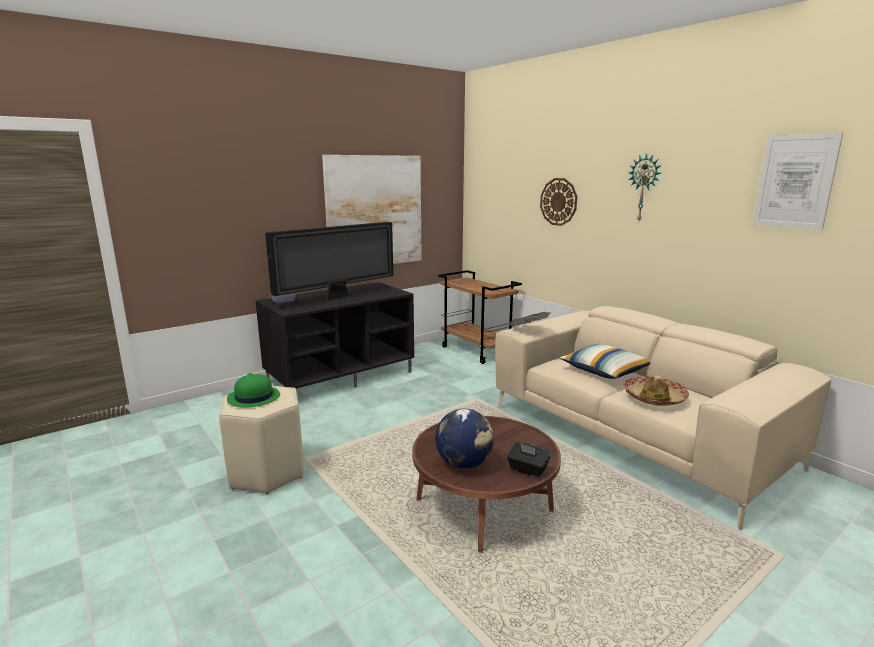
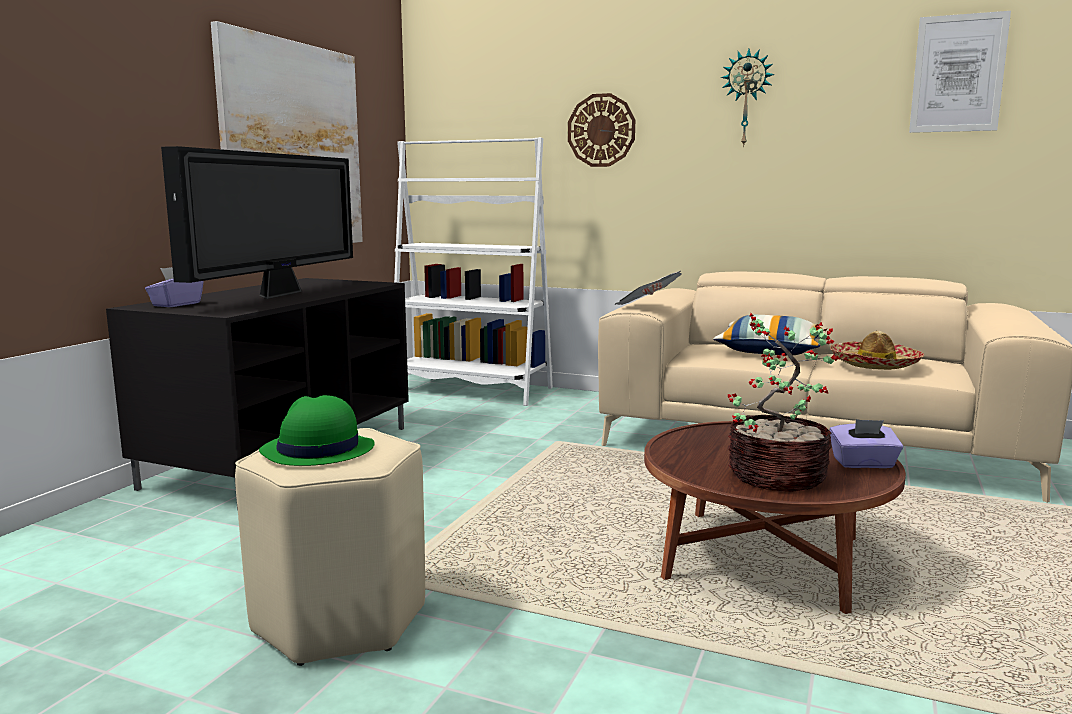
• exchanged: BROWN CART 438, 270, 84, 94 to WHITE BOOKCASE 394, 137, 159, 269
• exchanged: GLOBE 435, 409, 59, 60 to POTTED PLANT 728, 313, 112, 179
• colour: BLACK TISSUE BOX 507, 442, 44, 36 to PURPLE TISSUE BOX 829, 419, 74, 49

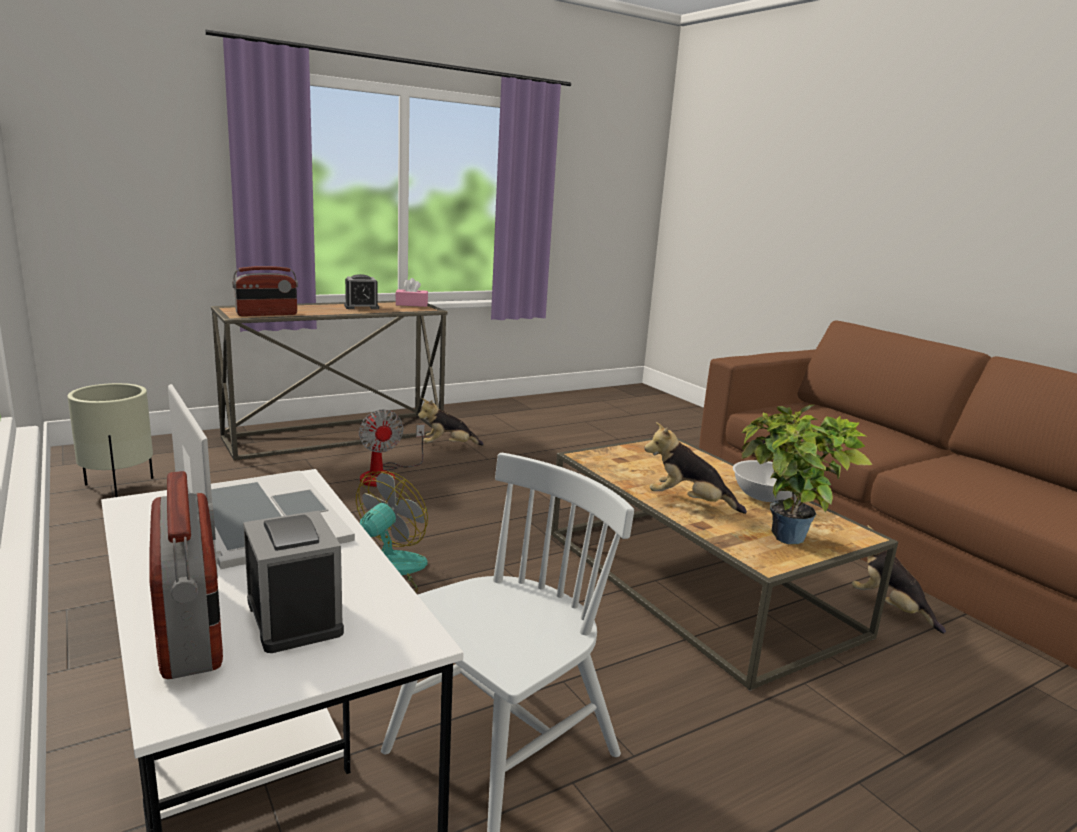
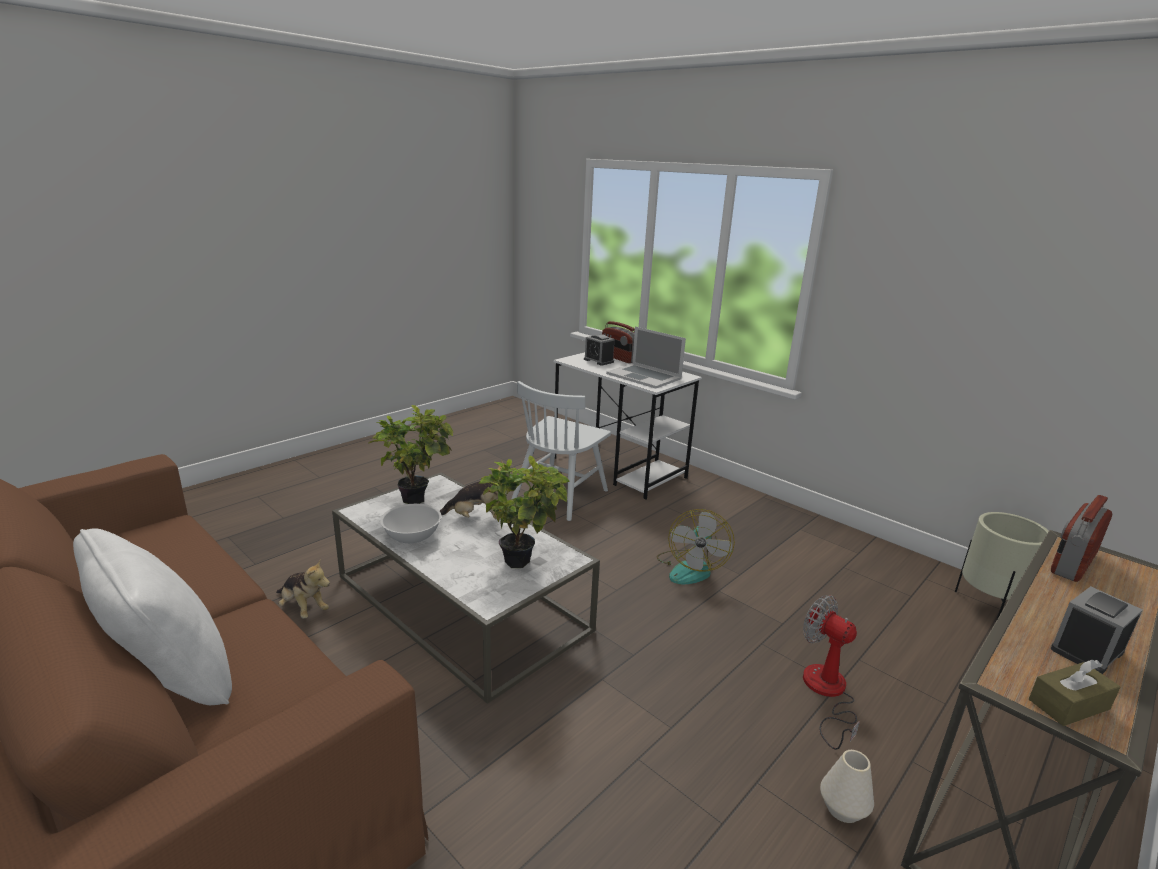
• appeared: WHITE PILLOW 73, 528, 159, 177
• colour: BROWN COFFEE TABLE 551, 438, 347, 253 to WHITE COFFEE TABLE 332, 473, 268, 231
• appeared: POTTED PLANT 479, 455, 91, 113
• exchanged: PLUSH TOY 418, 398, 66, 48 to WHITE VASE 820, 750, 54, 73
• colour: PINK TISSUE BOX 395, 278, 33, 29 to BROWN TISSUE BOX 1029, 660, 92, 66

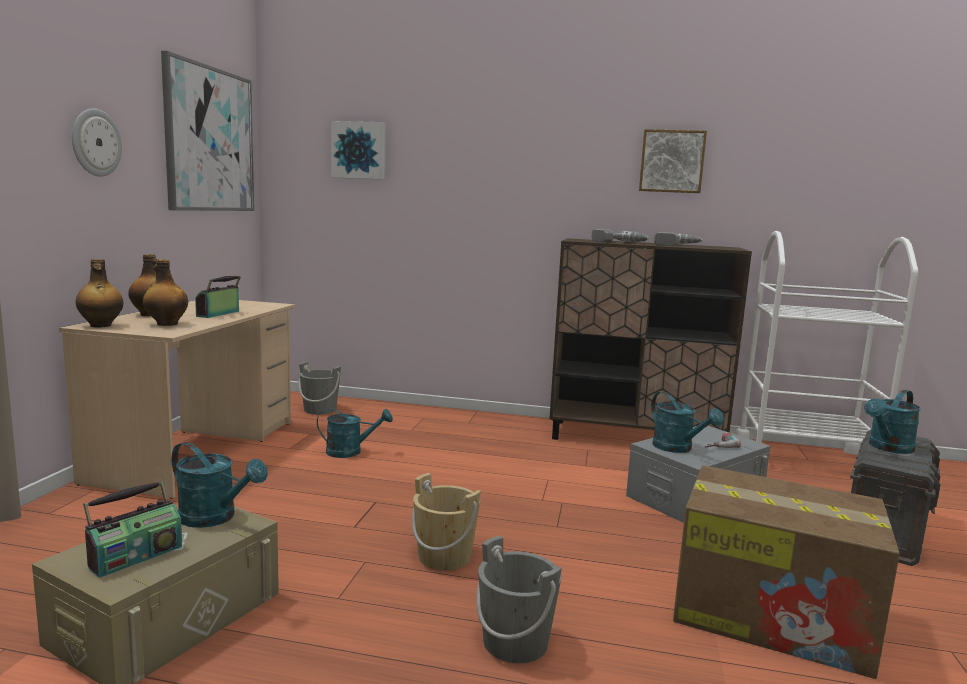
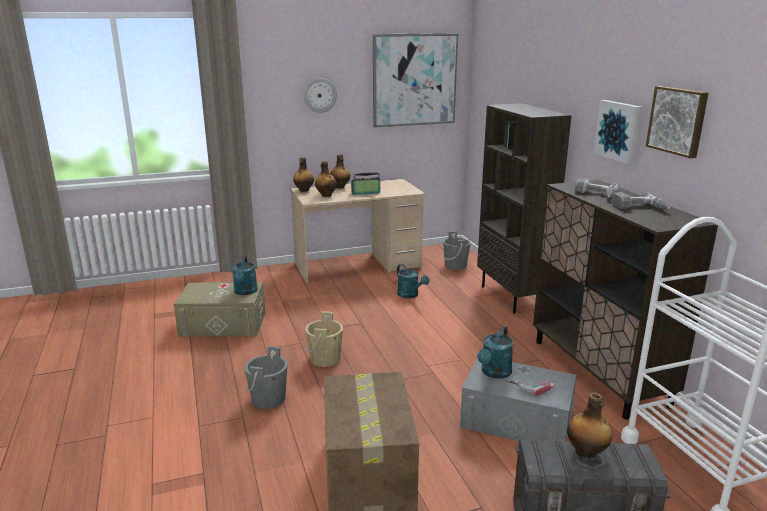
• appeared: BROWN BOOKCASE 477, 103, 95, 211
• exchanged: TURQUOISE WATERING CAN 864, 390, 57, 64 to BOTTLE 567, 392, 45, 67
• relocated: PICTURE 331, 121, 55, 59 to 594, 100, 49, 64
• missing: RADIO 83, 481, 99, 97

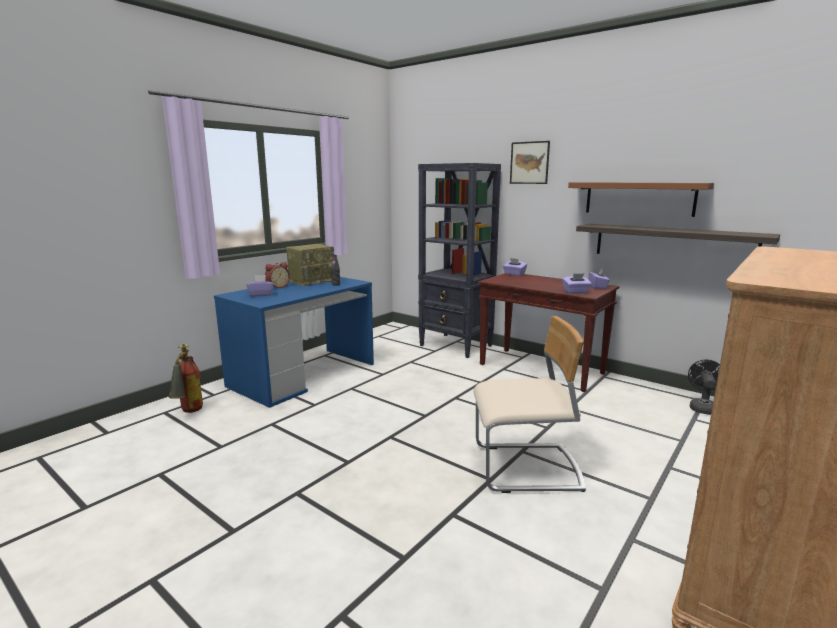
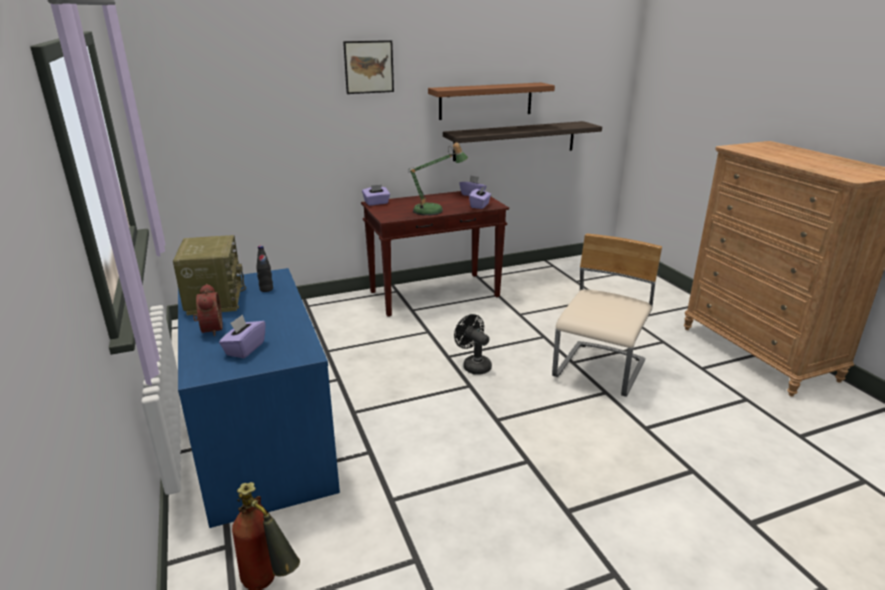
• appeared: TABLE LAMP 408, 142, 60, 74
• relocated: BLACK FAN 688, 360, 32, 55 to 454, 314, 38, 61
• missing: BLACK BOOKCASE 418, 163, 83, 195

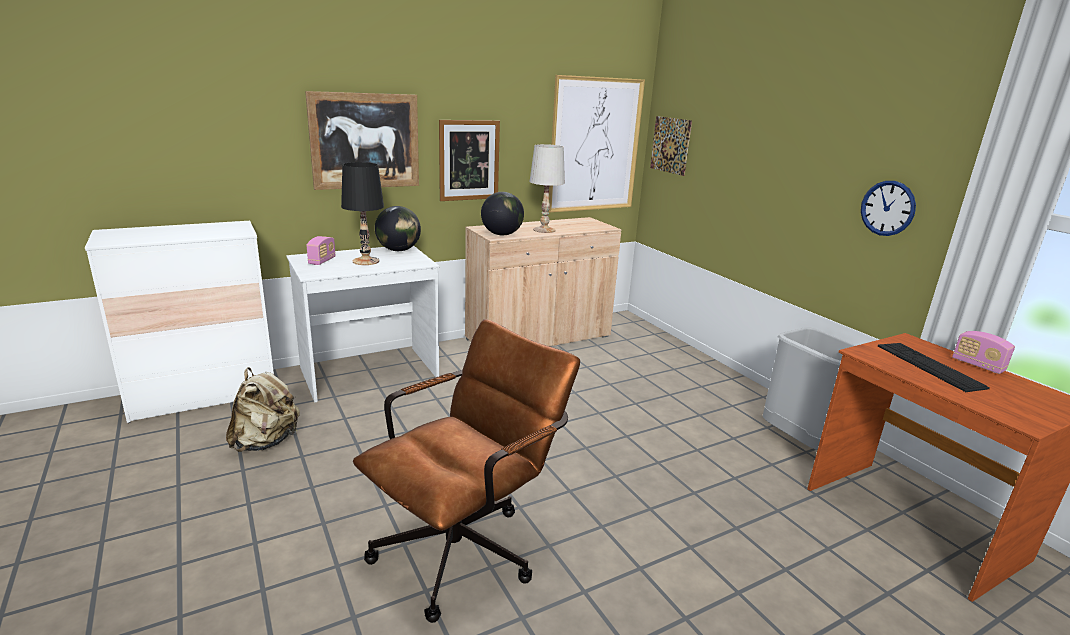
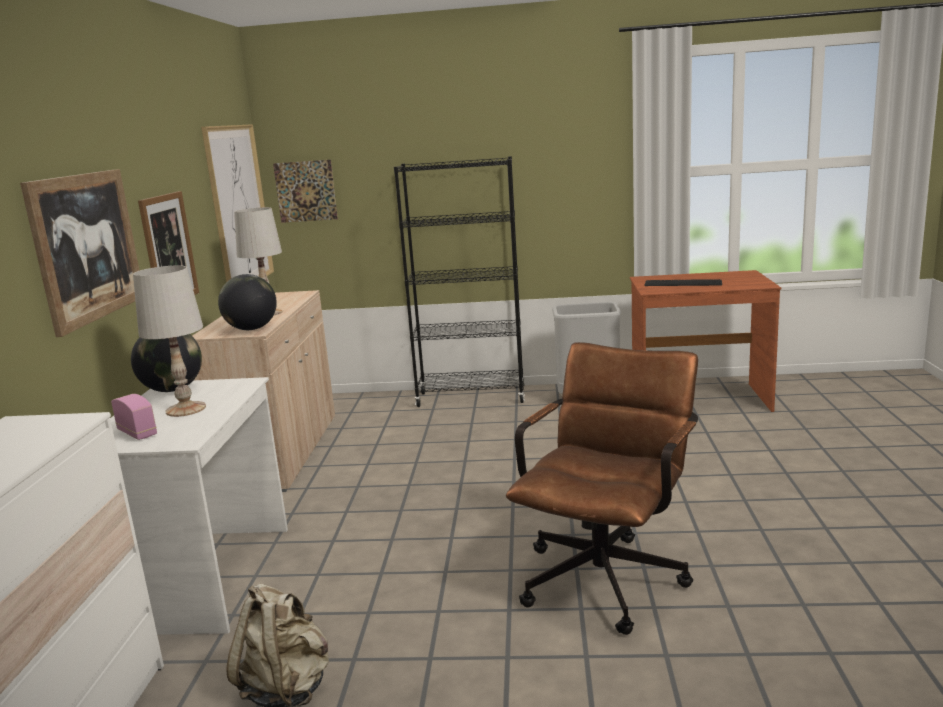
• colour: BLACK TABLE LAMP 341, 162, 43, 103 to WHITE TABLE LAMP 133, 265, 73, 152
• appeared: BLACK BOOKCASE 394, 156, 131, 251
• spun: BROWN OFFICE CHAIR 353, 319, 227, 304 = 506, 342, 192, 293 45 degrees clockwise
• missing: WALL CLOCK 861, 181, 55, 55
• missing: RADIO 952, 331, 63, 43

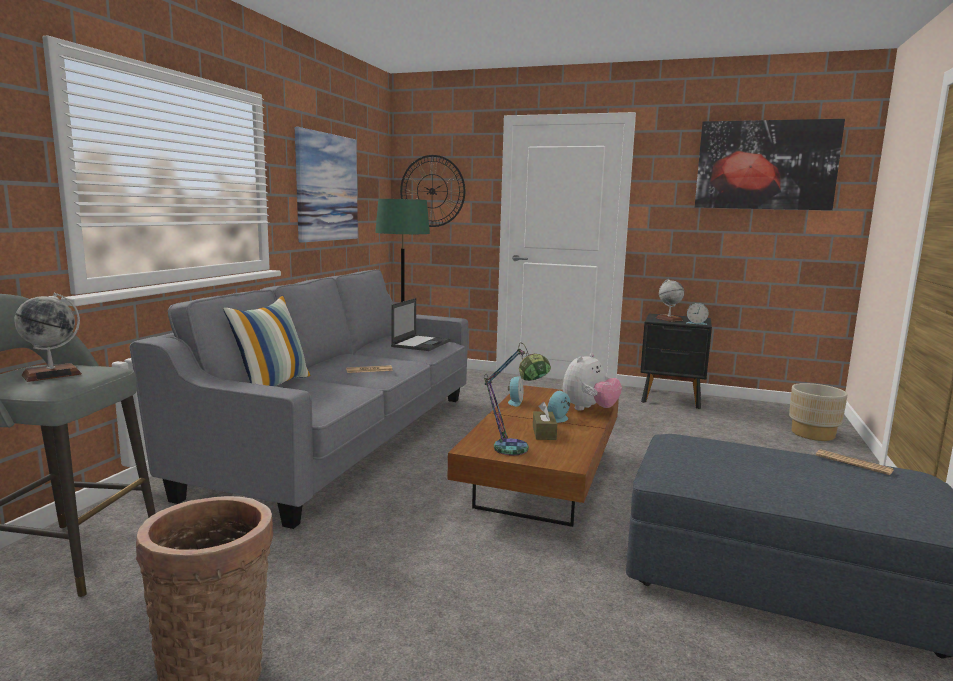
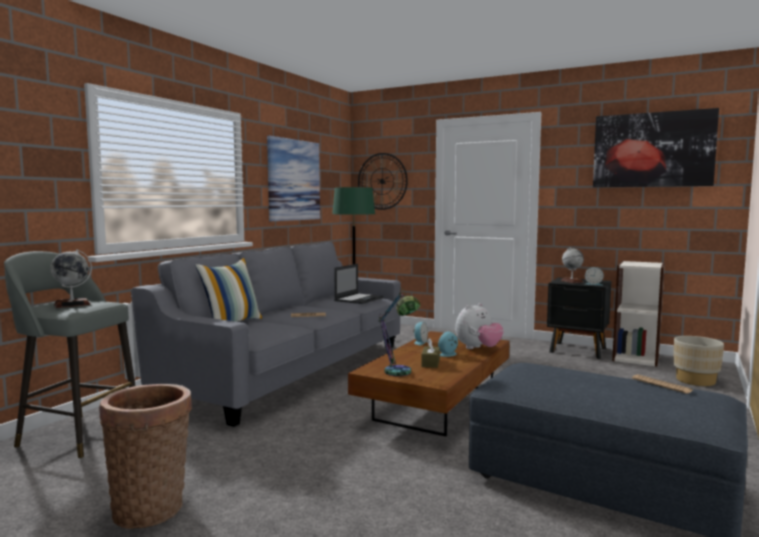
• appeared: BOOKCASE 612, 261, 53, 106

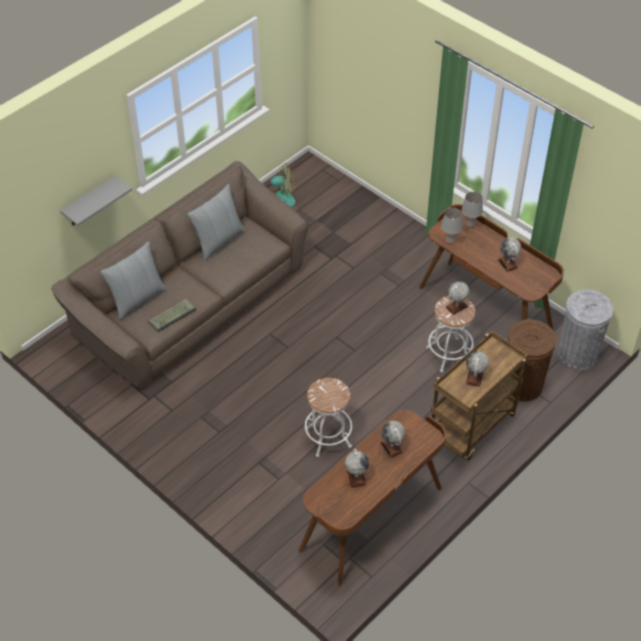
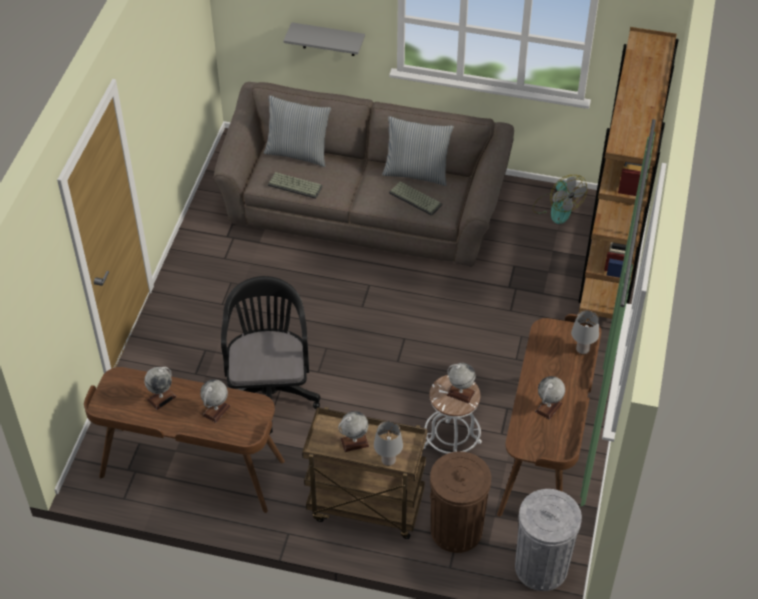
• exchanged: WHITE STOOL 305, 378, 47, 79 to BLACK OFFICE CHAIR 221, 276, 99, 159
• relocated: GREY TABLE LAMP 441, 207, 22, 37 to 374, 421, 29, 45
• appeared: KEYBOARD 389, 182, 53, 34
• appeared: BROWN BOOKCASE 578, 27, 101, 292

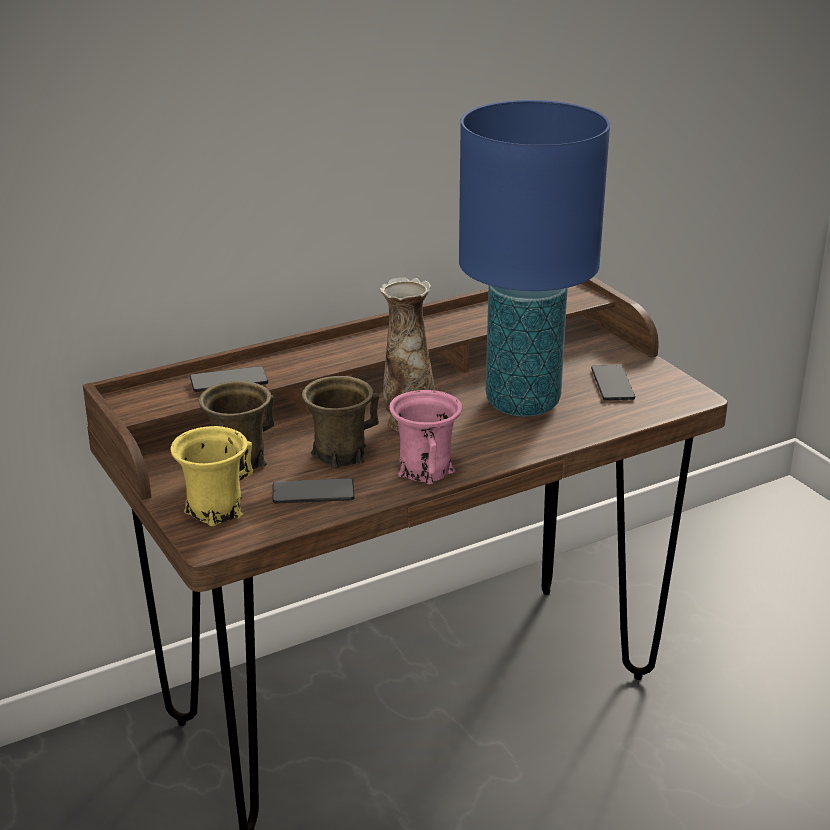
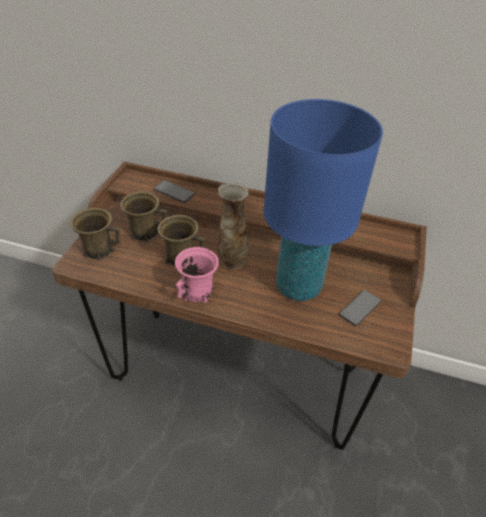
• colour: YELLOW MUG 170, 426, 83, 100 to BROWN MUG 70, 208, 51, 53
• missing: PHONE 273, 478, 81, 26

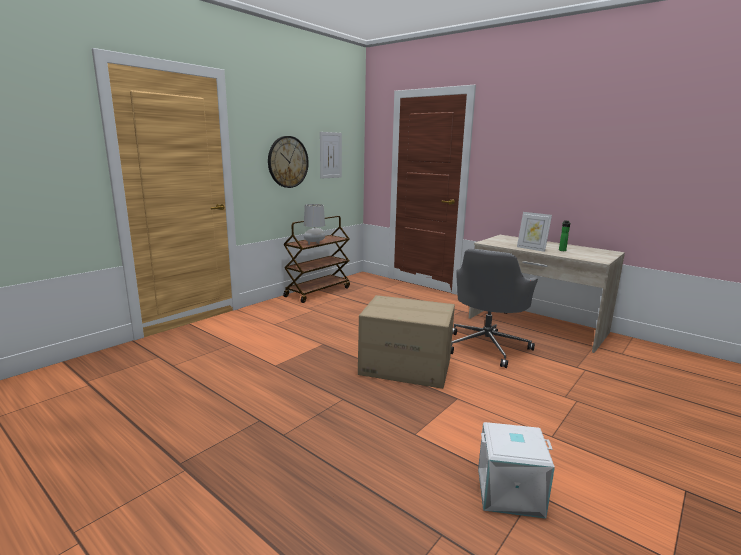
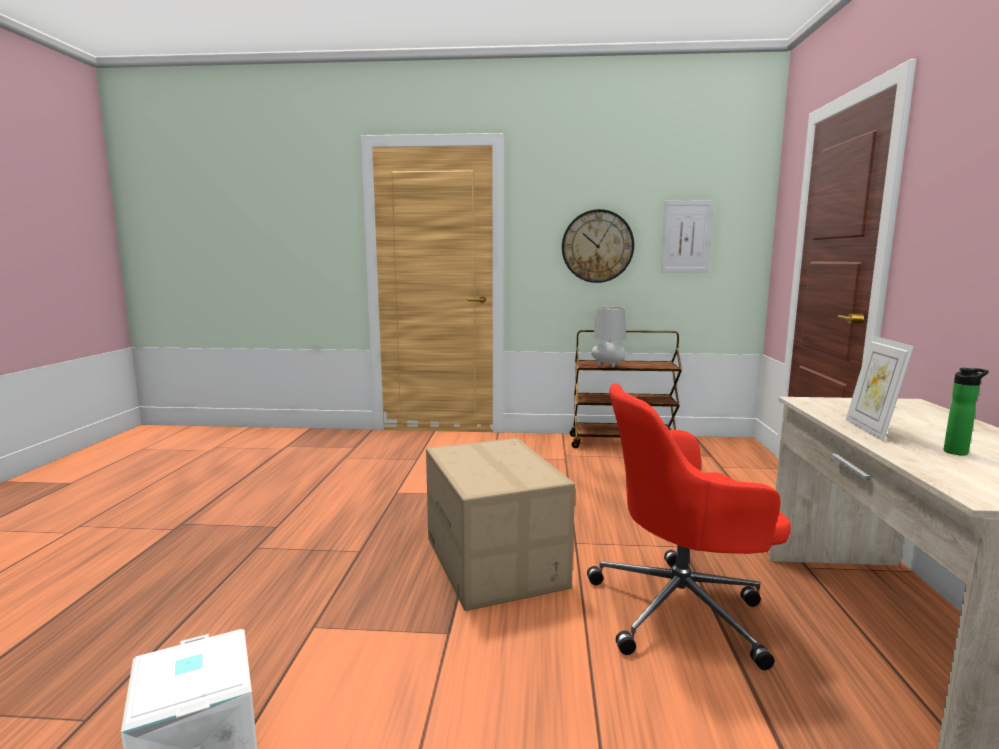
• colour: GREY OFFICE CHAIR 451, 248, 87, 120 to RED OFFICE CHAIR 587, 383, 204, 287

